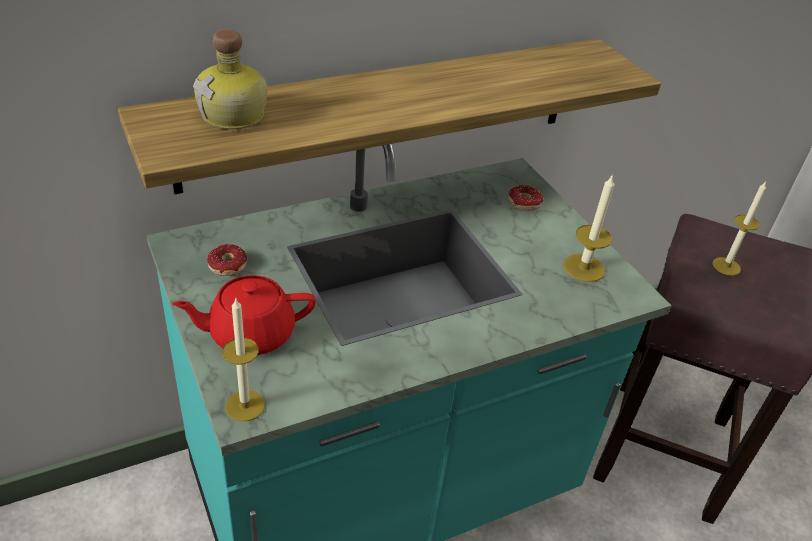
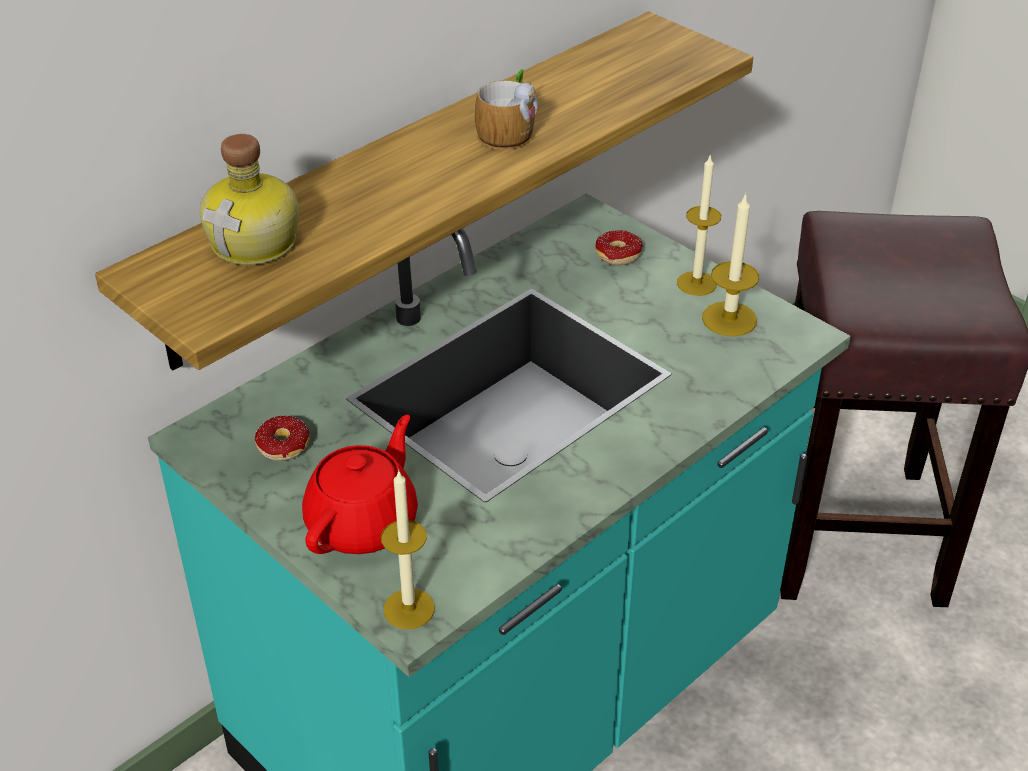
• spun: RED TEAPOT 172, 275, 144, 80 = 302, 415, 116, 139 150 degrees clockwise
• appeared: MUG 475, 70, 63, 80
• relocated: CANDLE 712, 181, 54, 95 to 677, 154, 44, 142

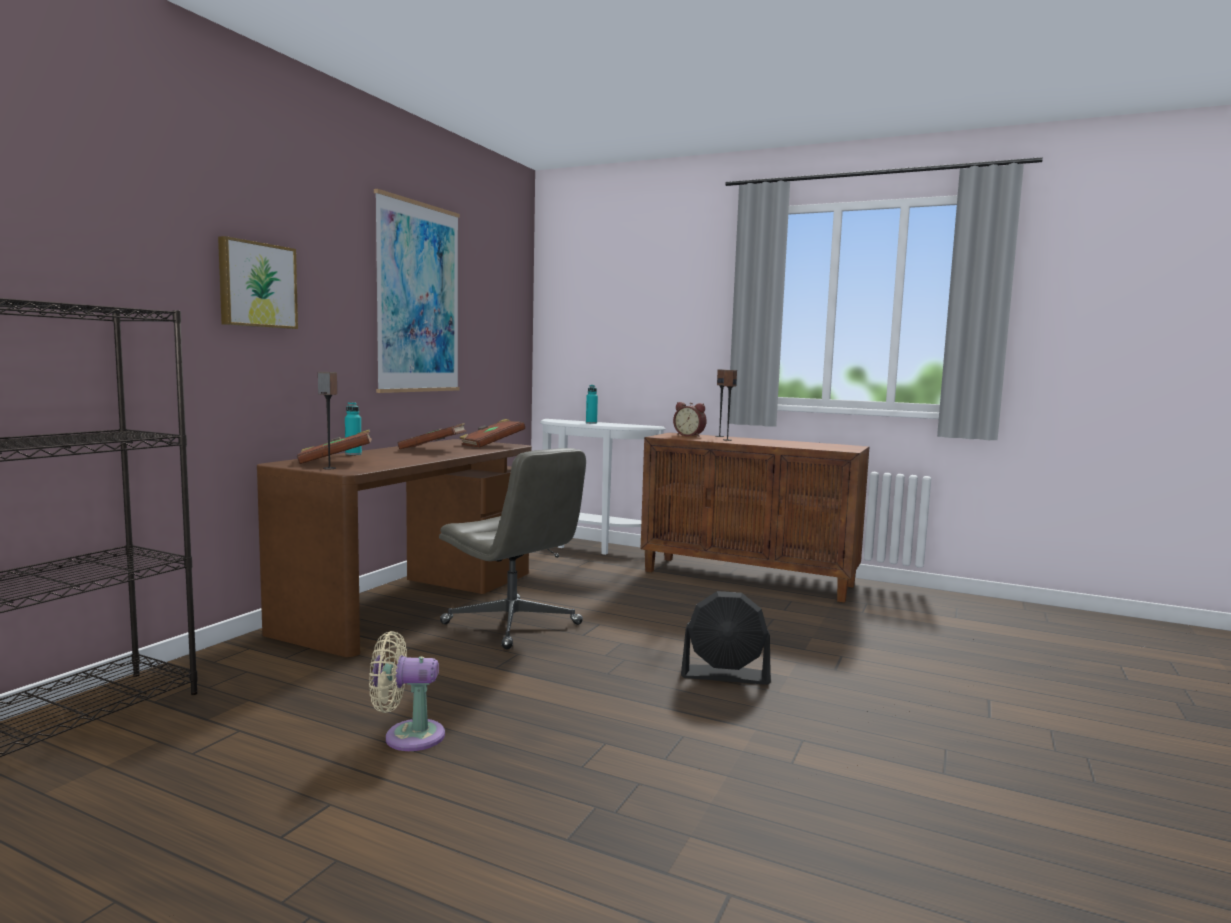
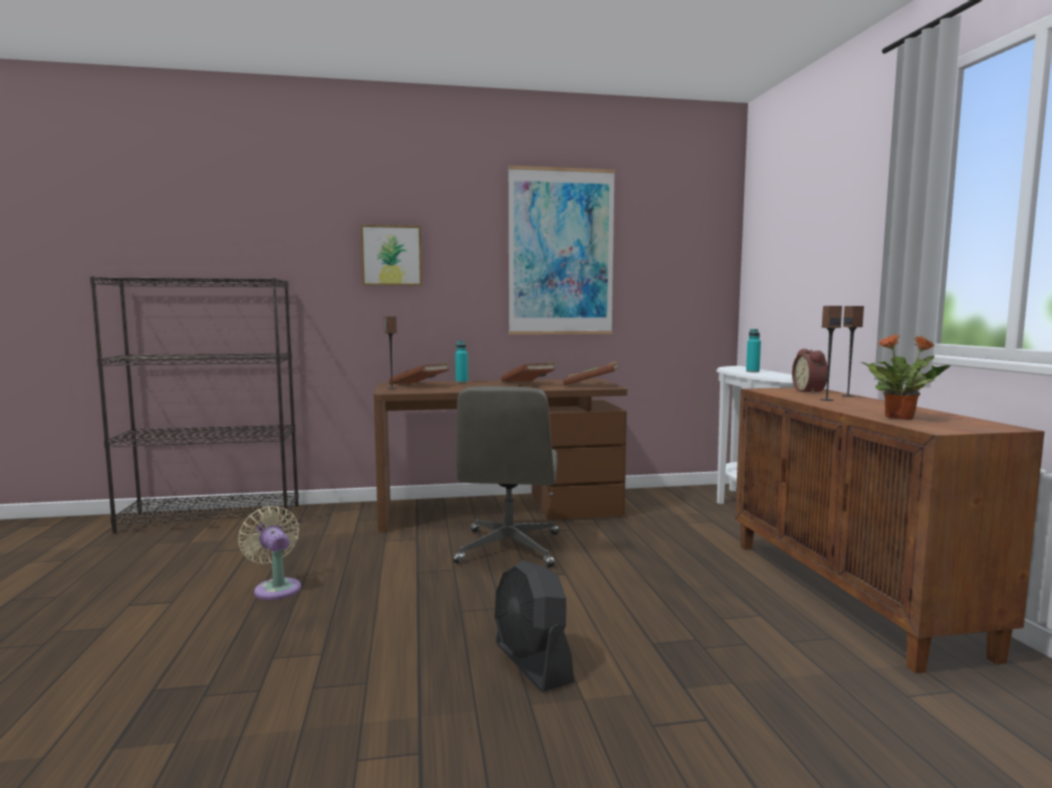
• appeared: POTTED PLANT 861, 334, 90, 86

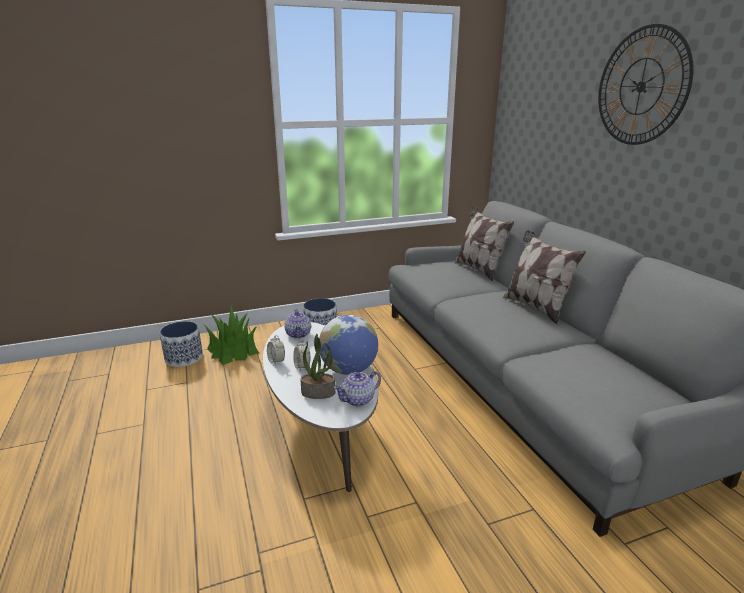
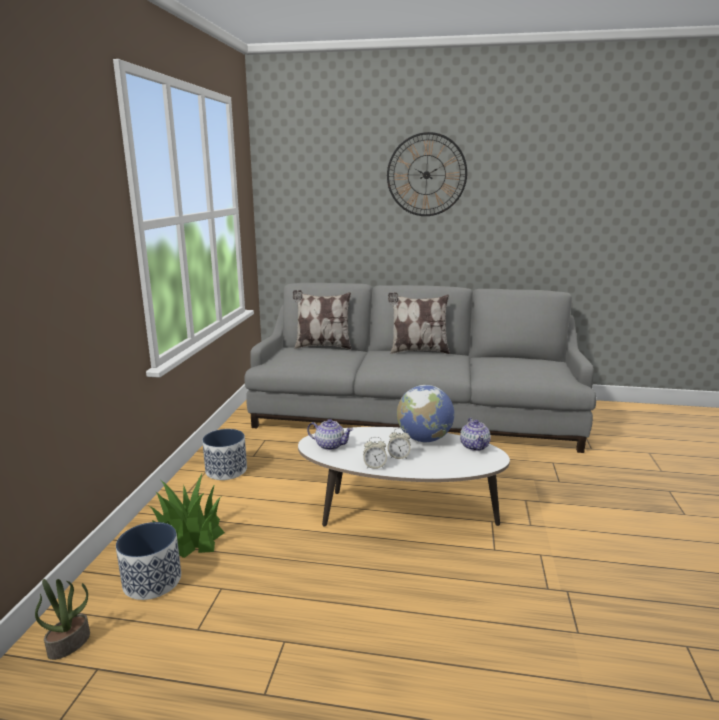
• relocated: POTTED PLANT 300, 334, 35, 65 to 35, 579, 55, 81

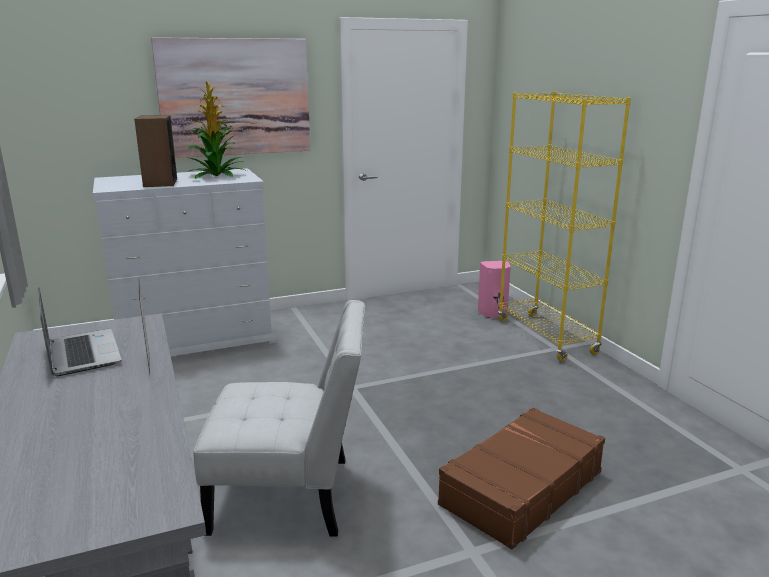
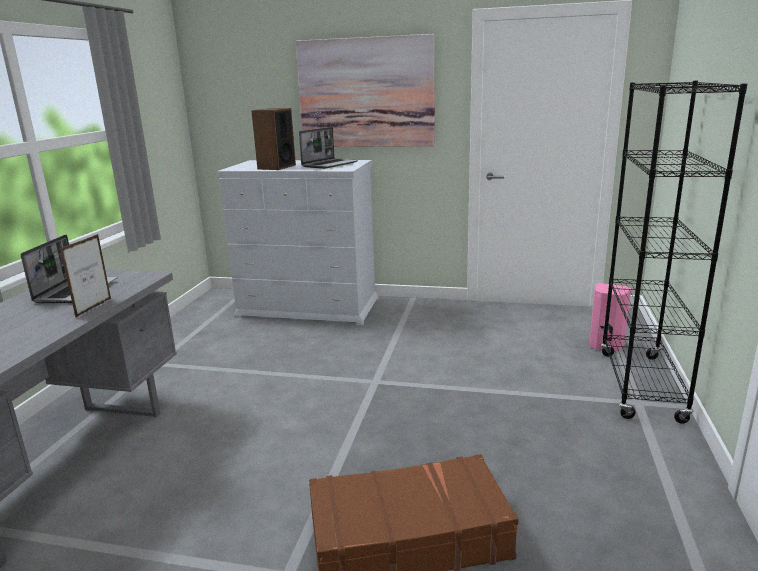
• exchanged: POTTED PLANT 186, 81, 61, 98 to LAPTOP 299, 127, 59, 42
• colour: YELLOW BOOKCASE 498, 91, 133, 270 to BLACK BOOKCASE 601, 81, 146, 343
• missing: WHITE CHAIR 194, 300, 171, 237

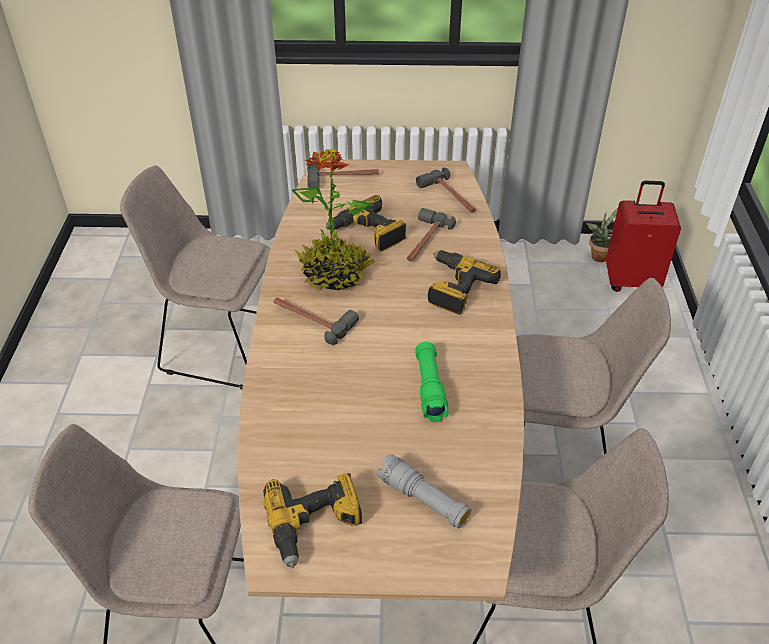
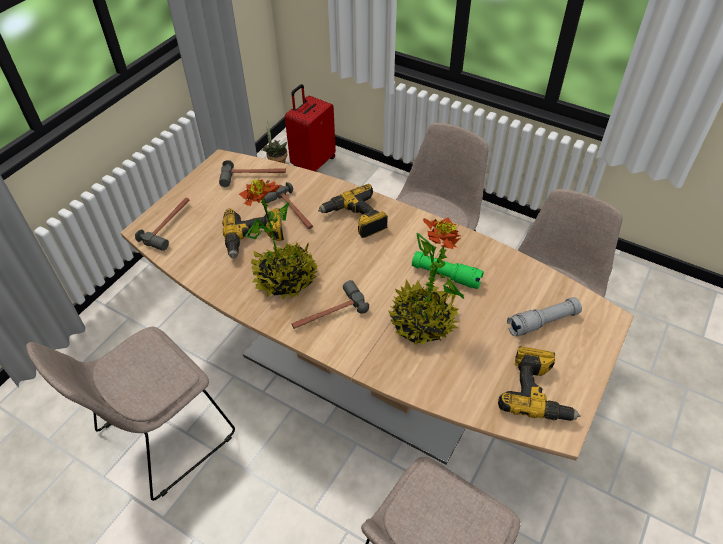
• appeared: POTTED PLANT 388, 217, 76, 128

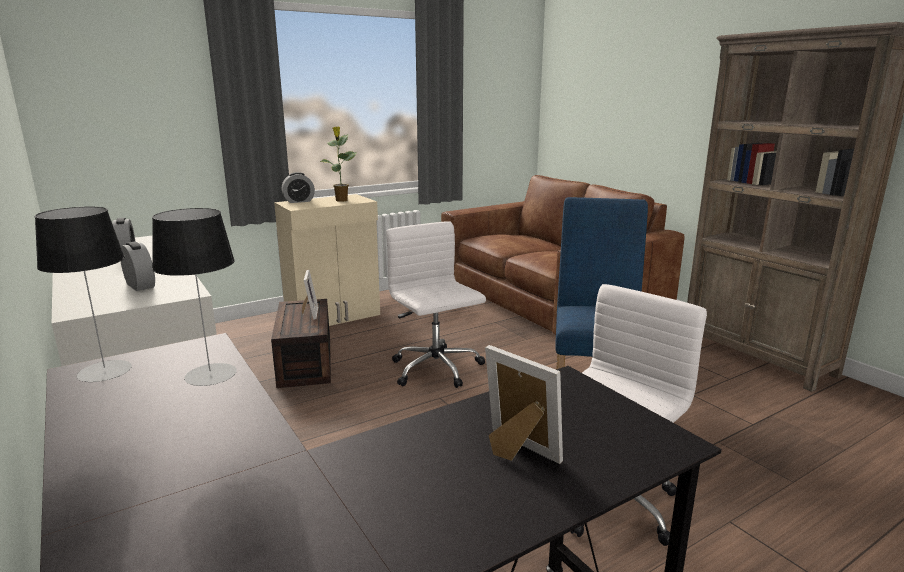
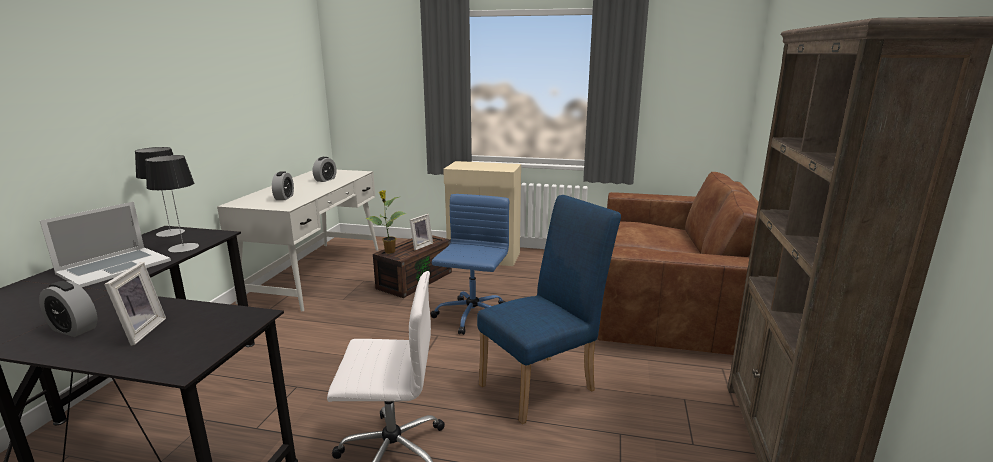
• relocated: ALARM CLOCK 282, 172, 33, 31 to 39, 281, 58, 56
• appeared: LAPTOP 40, 202, 131, 85
• relocated: POTTED PLANT 320, 126, 37, 76 to 365, 190, 41, 64
• colour: WHITE OFFICE CHAIR 386, 221, 100, 167 to BLUE OFFICE CHAIR 431, 194, 78, 141

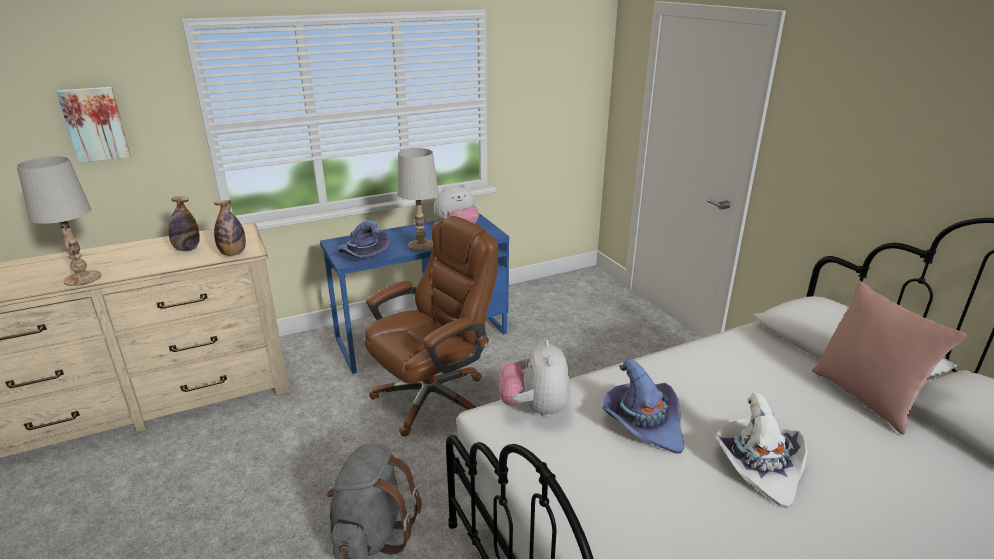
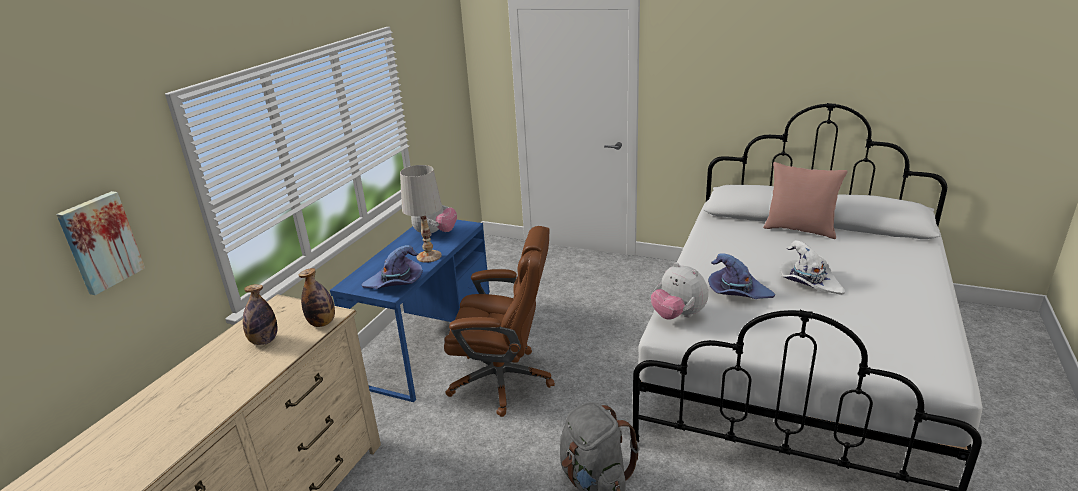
• spun: BROWN OFFICE CHAIR 365, 216, 133, 221 = 444, 226, 111, 191 90 degrees clockwise
• missing: WHITE TABLE LAMP 17, 156, 84, 130

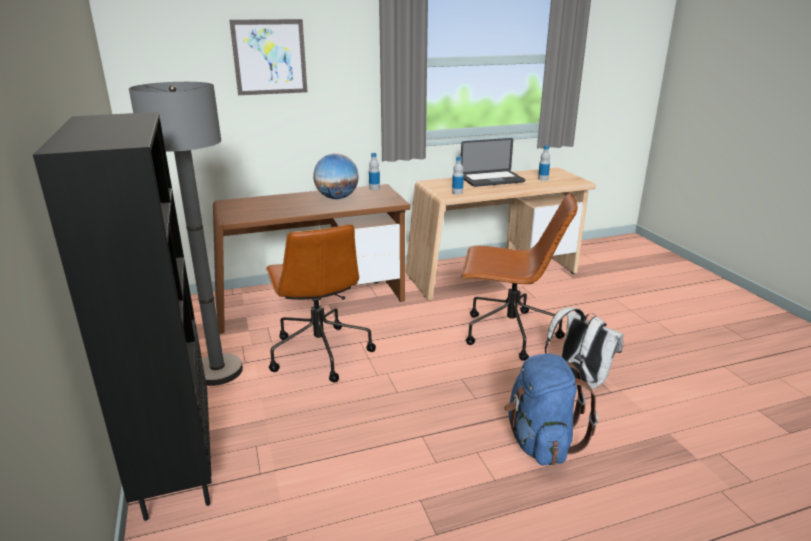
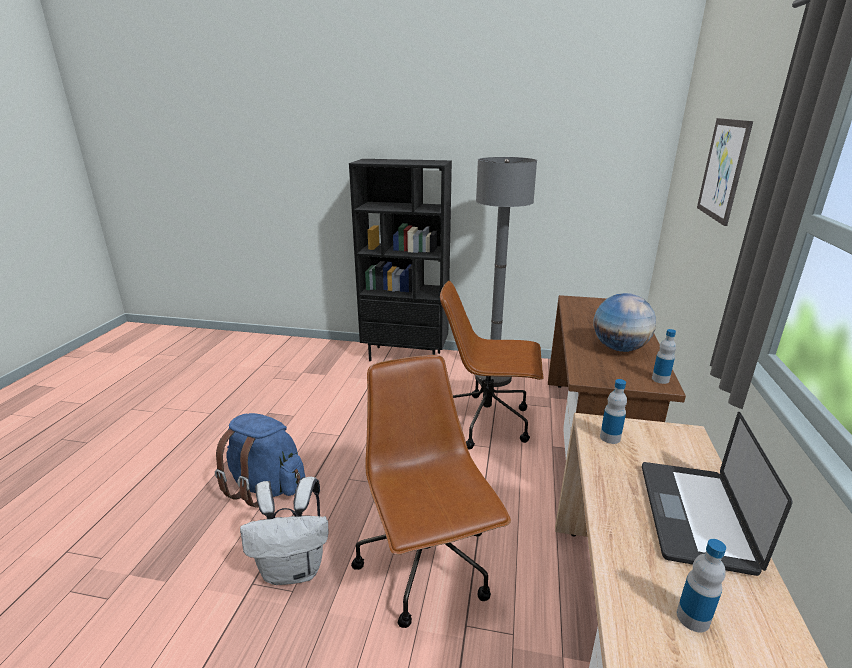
• spun: BROWN OFFICE CHAIR 461, 193, 117, 168 = 351, 355, 160, 273 120 degrees clockwise

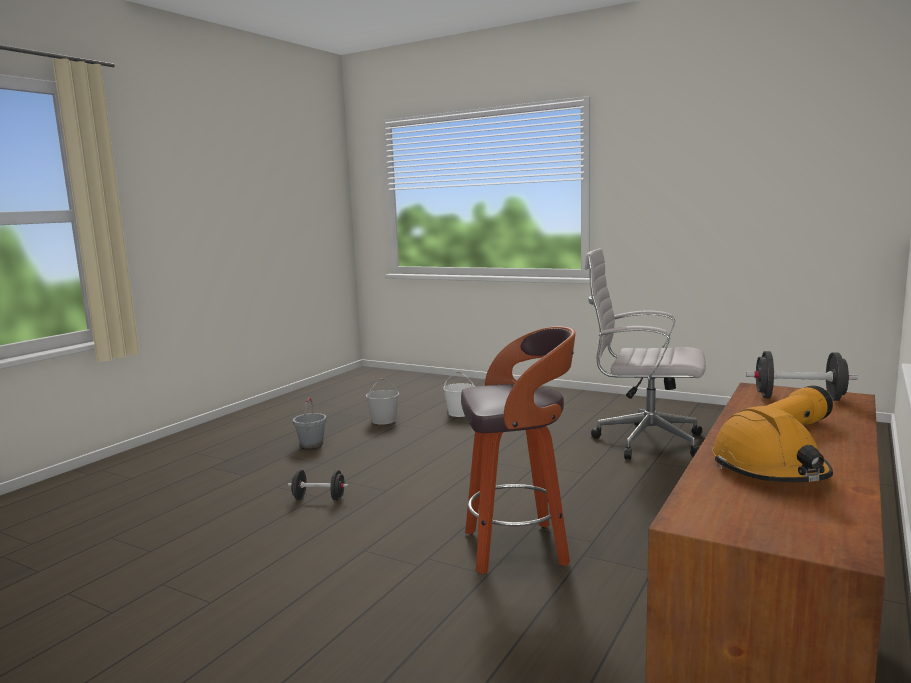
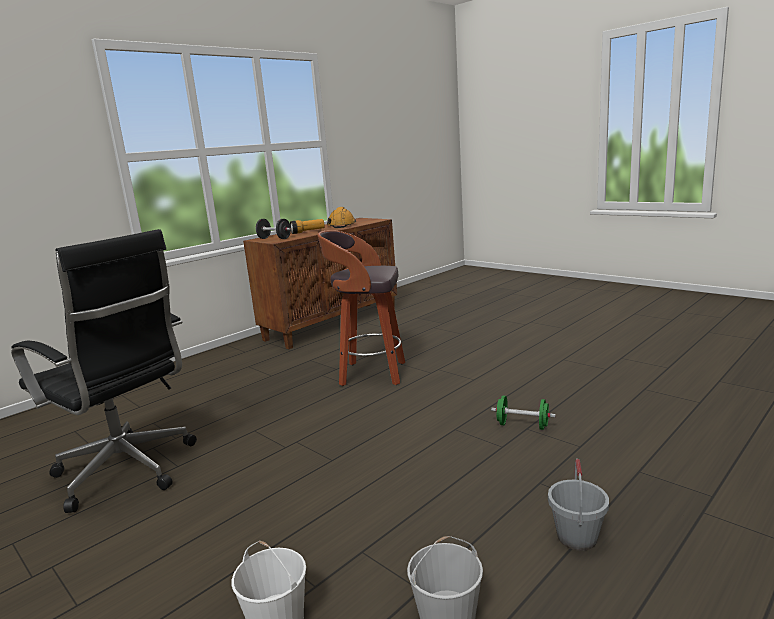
• colour: WHITE OFFICE CHAIR 585, 248, 121, 212 to BLACK OFFICE CHAIR 11, 229, 186, 284
• colour: BLACK DUMBBELL 288, 470, 61, 31 to GREEN DUMBBELL 491, 396, 65, 34

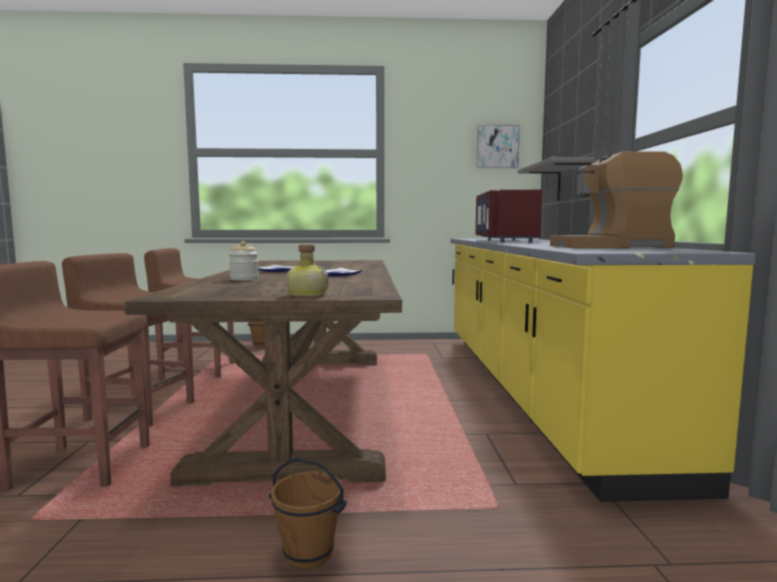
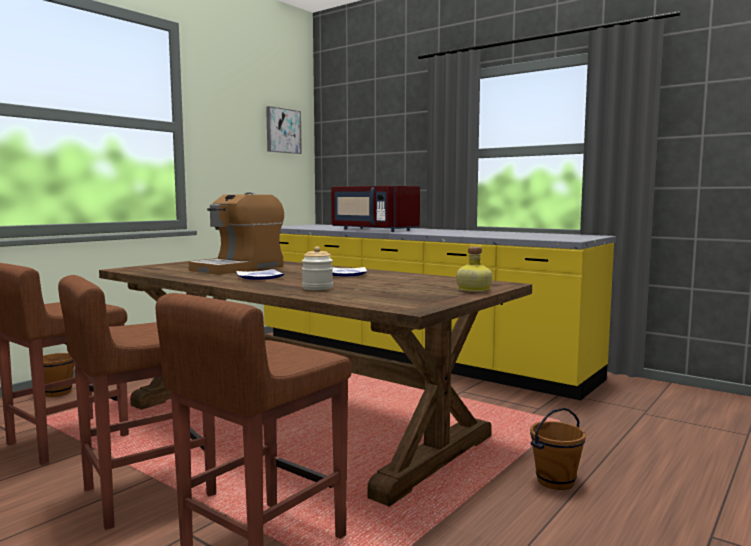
• relocated: COFFEE MACHINE 550, 152, 133, 96 to 189, 192, 95, 83
• missing: GREY SHELF 518, 157, 76, 44

